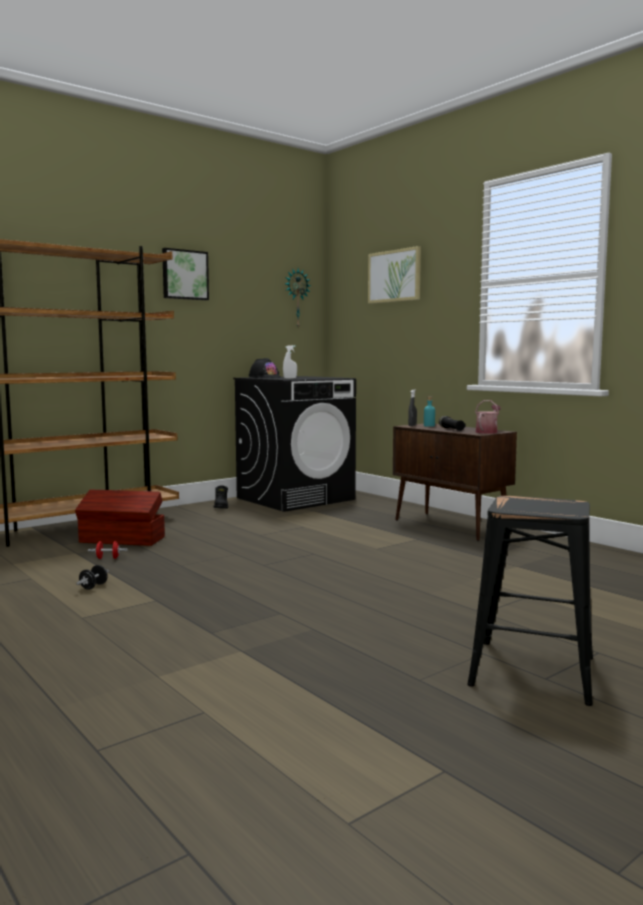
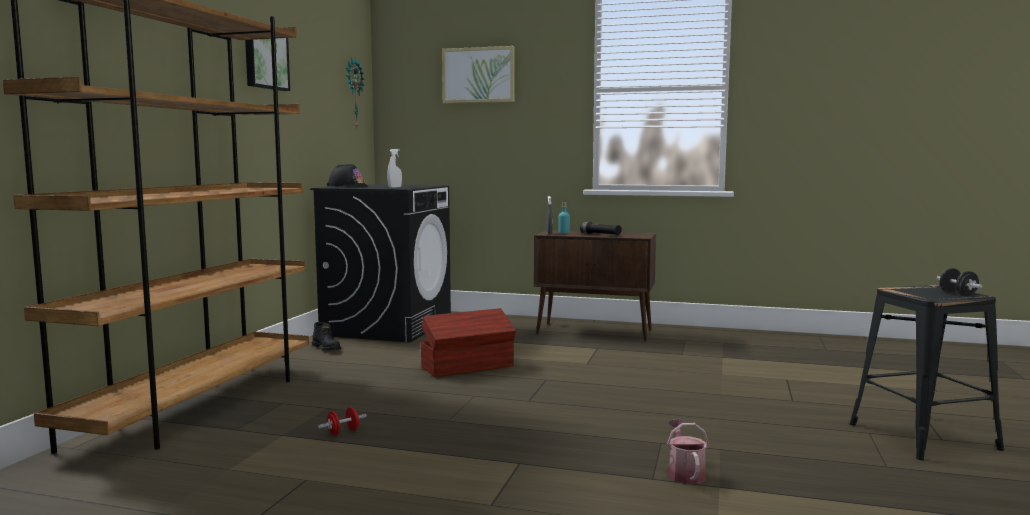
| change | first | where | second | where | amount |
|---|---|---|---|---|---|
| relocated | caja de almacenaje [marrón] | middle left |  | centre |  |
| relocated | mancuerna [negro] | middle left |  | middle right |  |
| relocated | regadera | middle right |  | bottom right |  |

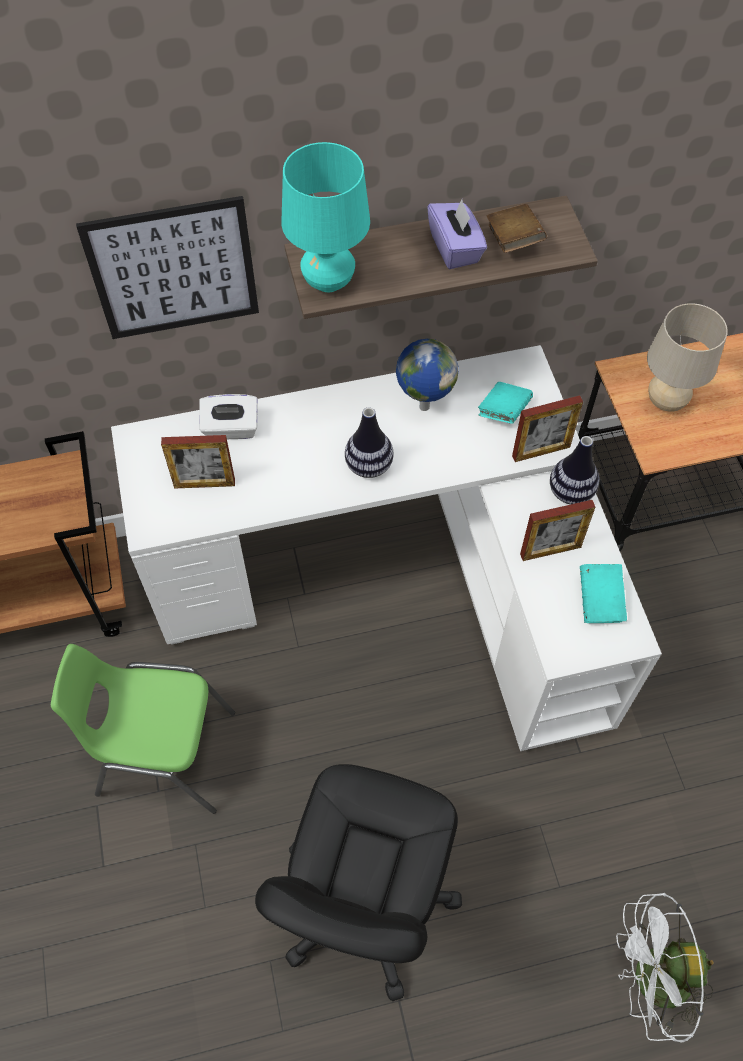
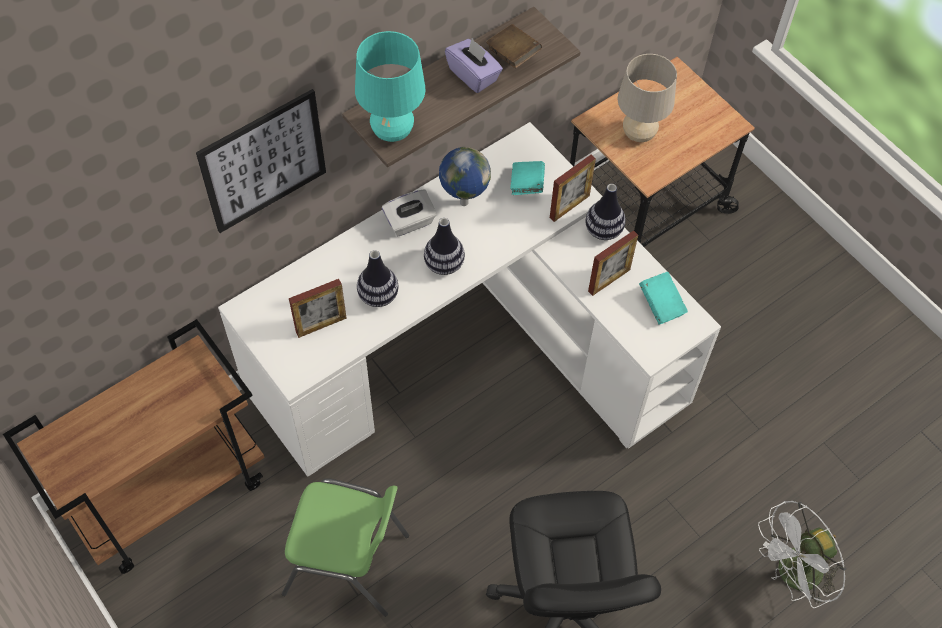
| change | first | where | second | where | amount |
|---|---|---|---|---|---|
| spun | silla [verde] | bottom left |  | bottom centre | 150 degrees counterclockwise |
| relocated | caja de pañuelos [blanco] | middle left |  | centre |  |
| appeared |  |  | florero (no. 1 from left) | centre |  |

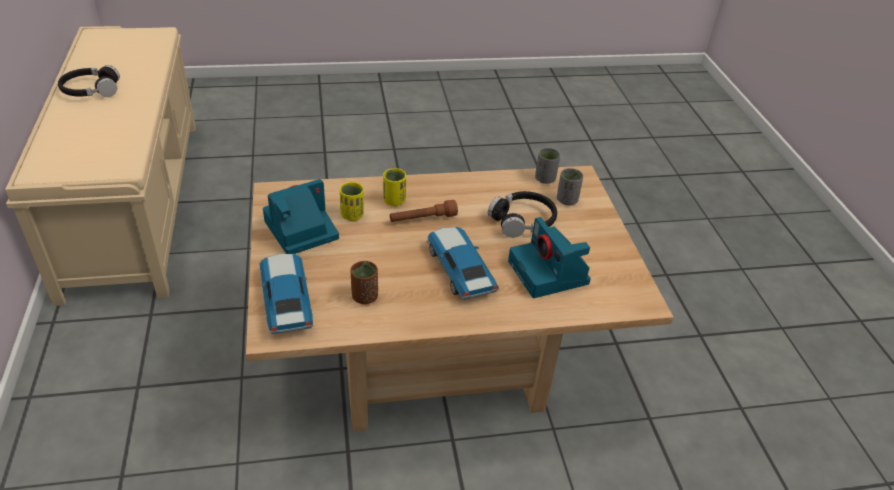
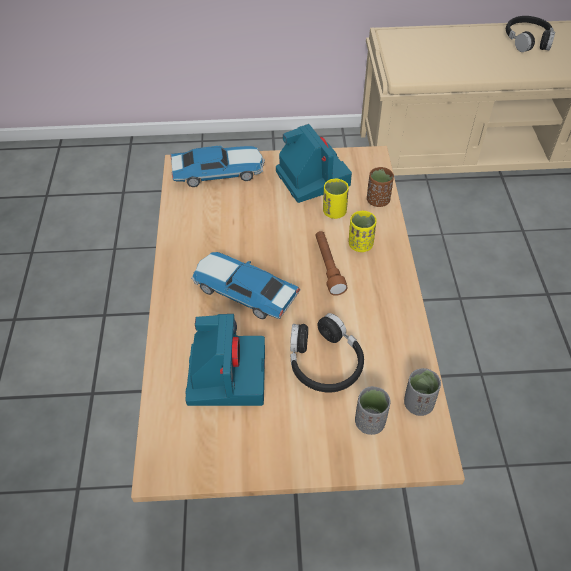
| change | first | where | second | where | amount |
|---|---|---|---|---|---|
| relocated | taza [marrón] | centre |  | top centre |  |
| spun | coche de juguete (no. 2 from left) | centre |  | centre | 135 degrees counterclockwise |
| spun | cámara (no. 2 from left in the first image) | centre | cámara (no. 1 from left) | centre | 105 degrees clockwise |

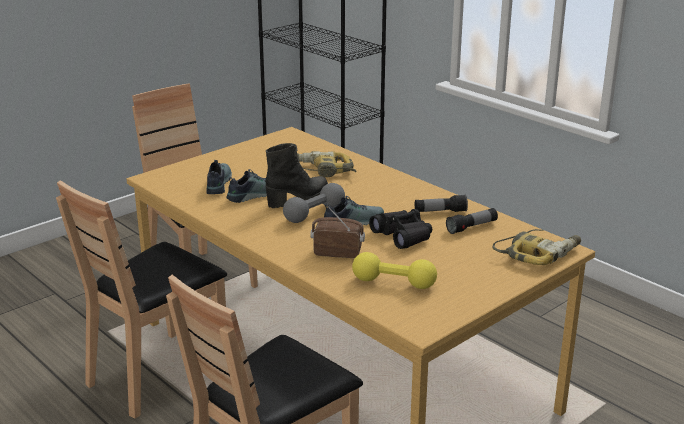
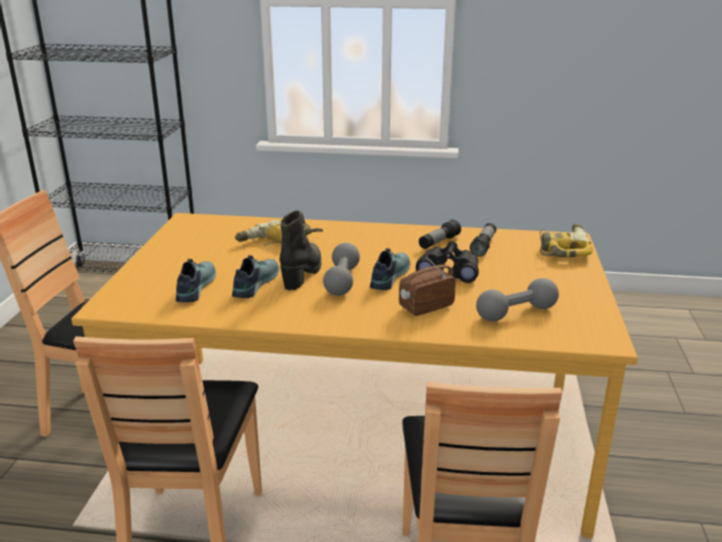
| change | first | where | second | where | amount |
|---|---|---|---|---|---|
| spun | zapato (no. 1 from left) | middle left |  | middle left | 45 degrees clockwise |
| colour | mancuerna [amarillo] | centre | mancuerna [gris] (no. 2 from left) | middle right |  |

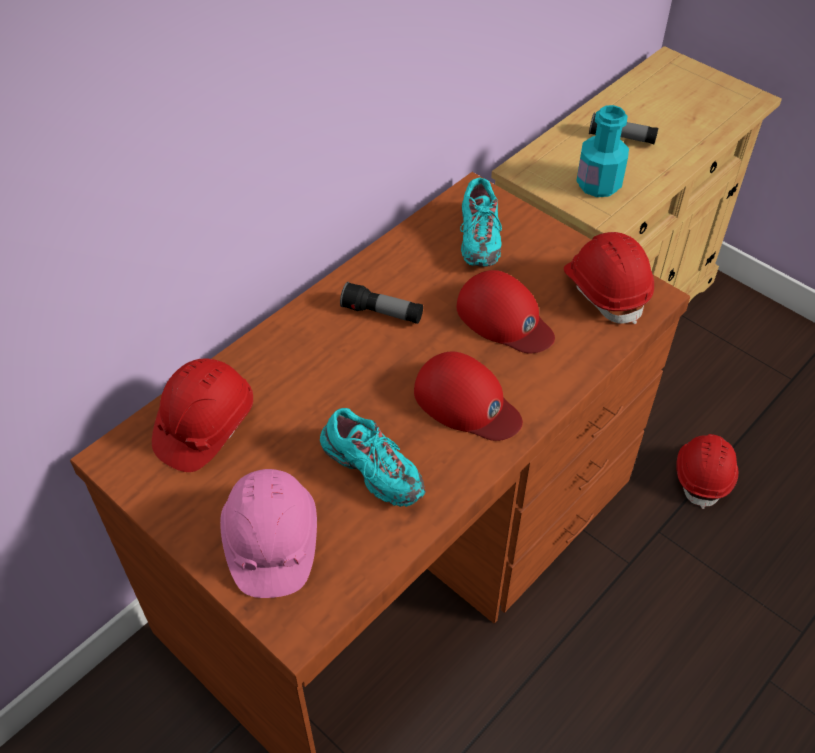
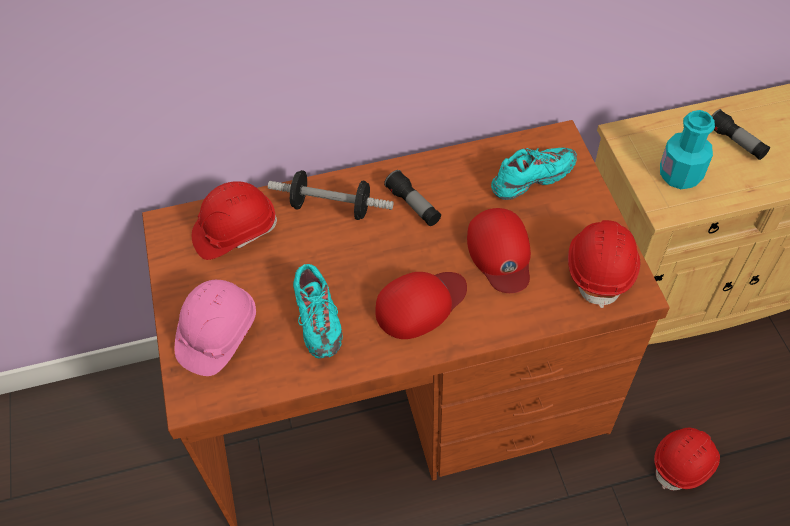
| change | first | where | second | where | amount |
|---|---|---|---|---|---|
| spun | gorra [rojo] (no. 1 from left) | centre |  | centre | 105 degrees counterclockwise |
| spun | zapato [turquesa] (no. 2 from left) | top centre |  | top right | 150 degrees counterclockwise |
| appeared |  |  | mancuerna | centre |  |

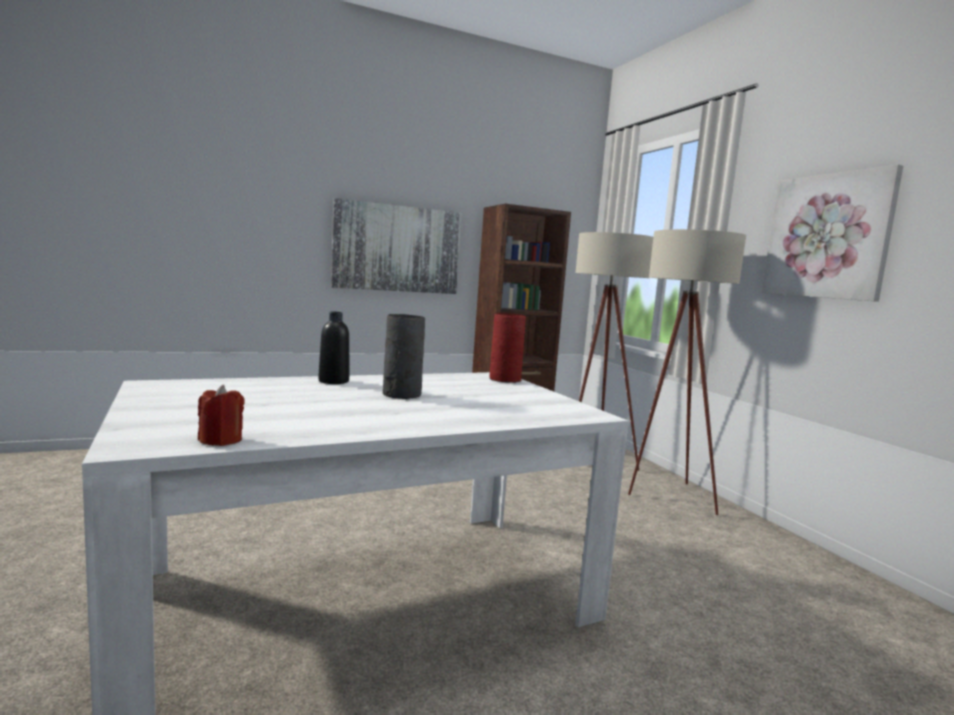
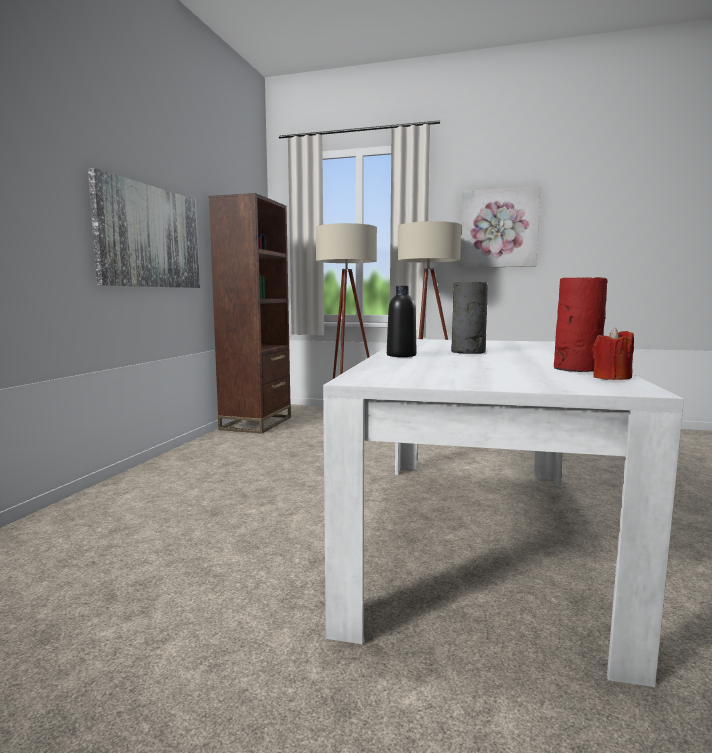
| change | first | where | second | where | amount |
|---|---|---|---|---|---|
| relocated | florero [rojo] | centre |  | middle right |  |

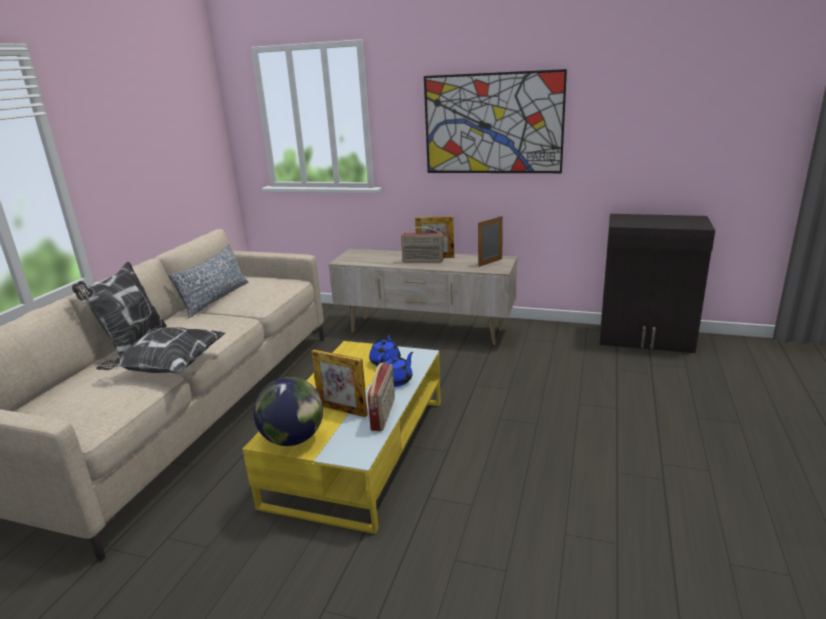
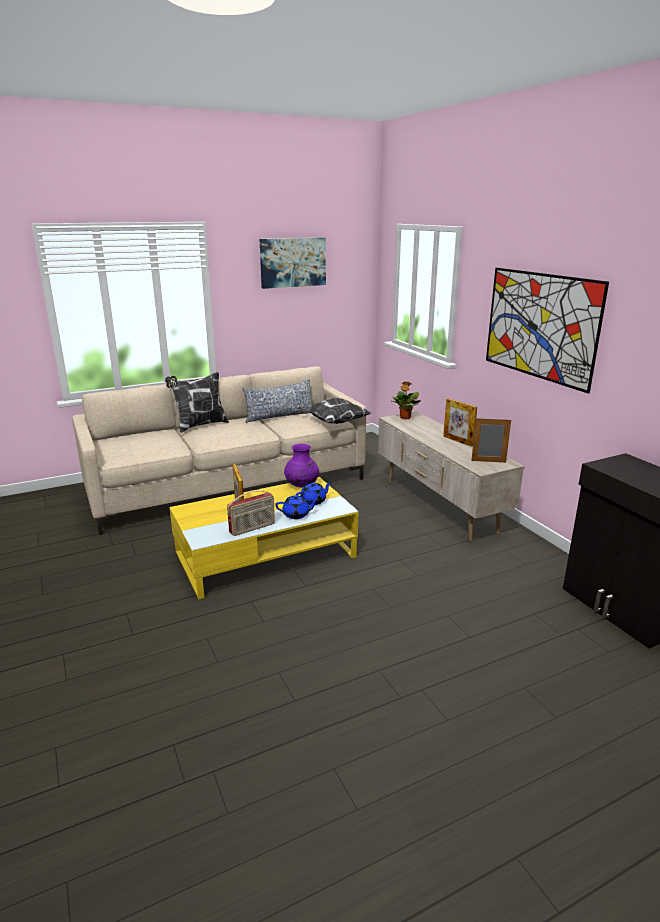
| change | first | where | second | where | amount |
|---|---|---|---|---|---|
| relocated | cojín (no. 2 from left in the first image) | middle left | cojín (no. 3 from left) | centre |  |
| missing | globo terráqueo | centre |  |  |  |
| missing | radio (no. 2 from left) | centre |  |  |  |
| appeared |  |  | cuadro (no. 1 from left) | top centre |  |
| appeared |  |  | florero [morado] | centre |  |
| appeared |  |  | planta en maceta | centre |  |

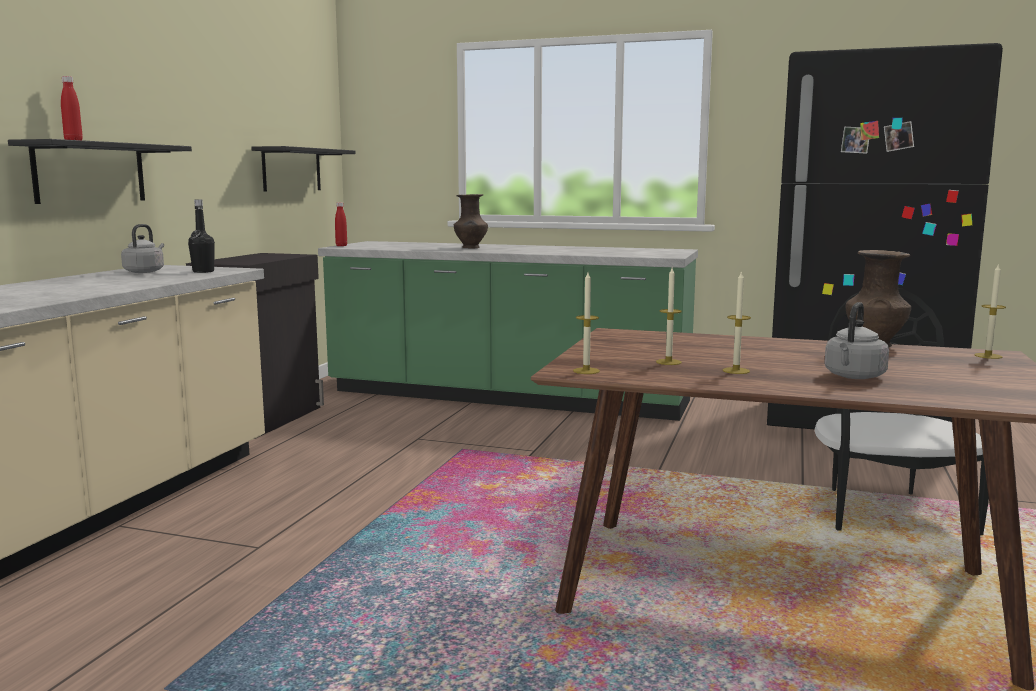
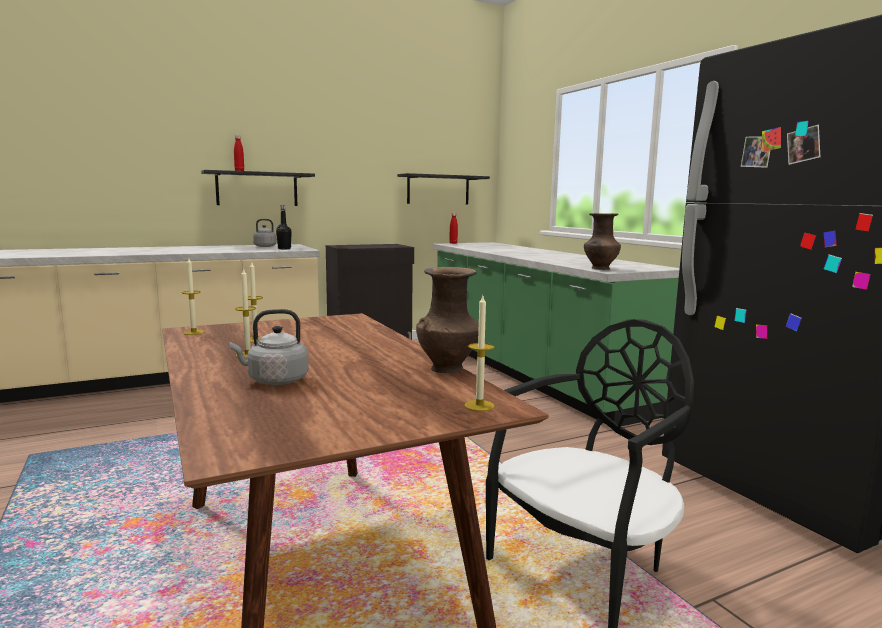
| change | first | where | second | where | amount |
|---|---|---|---|---|---|
| relocated | florero [marrón] (no. 1 from left in the first image) | top centre | florero [marrón] (no. 2 from left) | middle right |  |

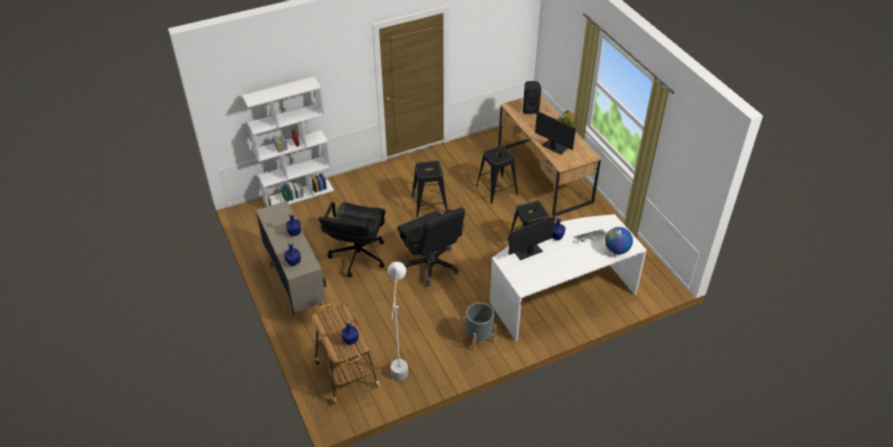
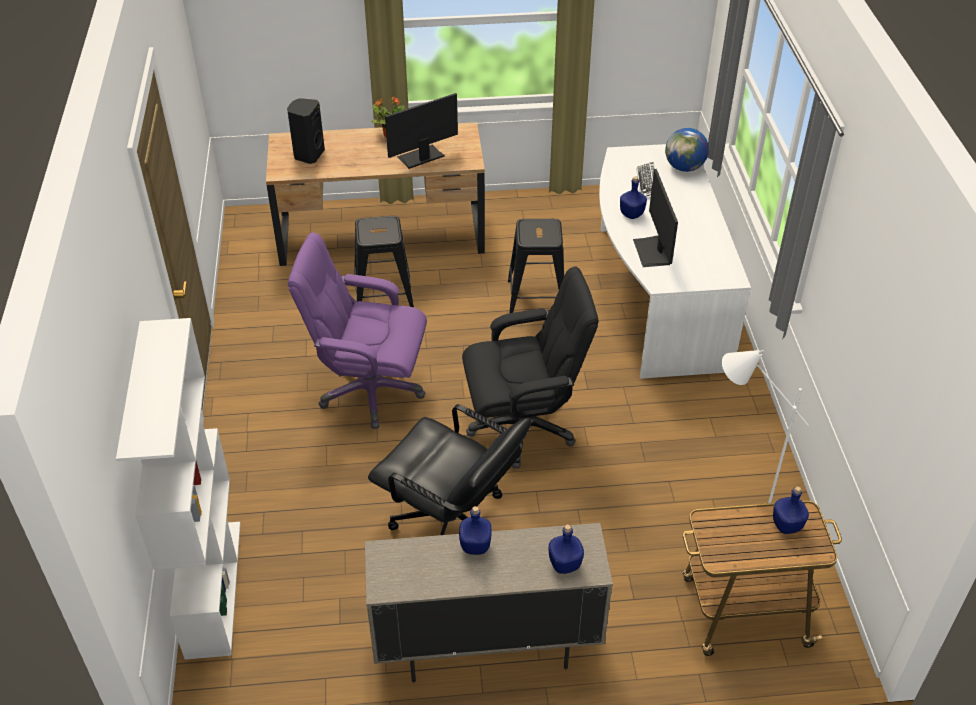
| change | first | where | second | where | amount |
|---|---|---|---|---|---|
| exchanged | taburete [negro] (no. 1 from left) | centre | silla de oficina [morado] | centre |  |
| missing | maceta [gris] | bottom centre |  |  |  |

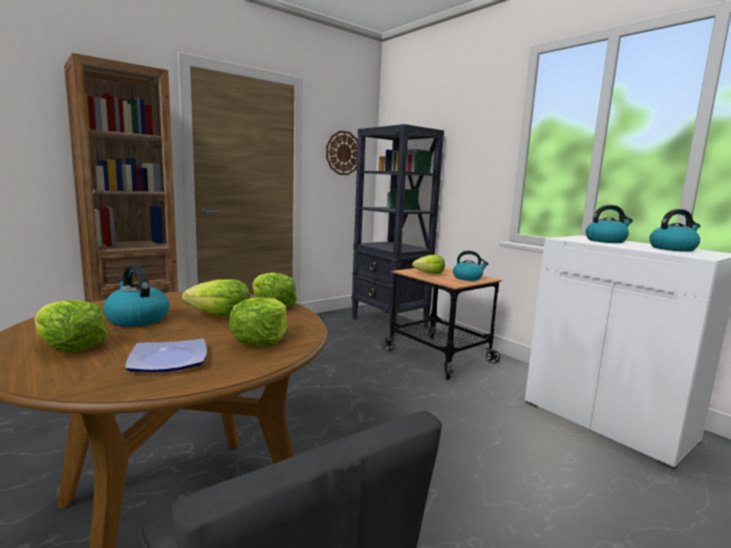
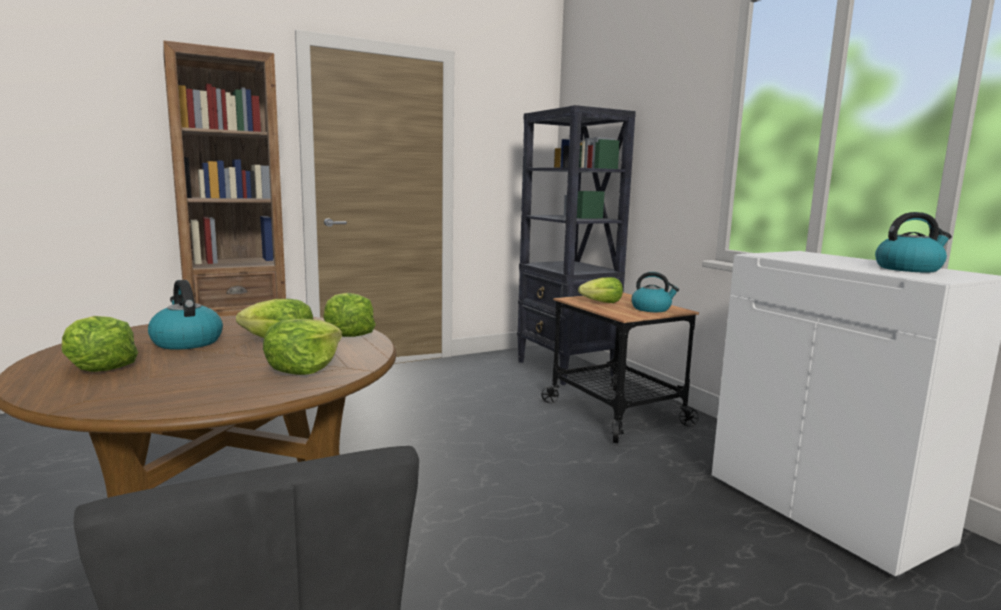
| change | first | where | second | where | amount |
|---|---|---|---|---|---|
| missing | plato | middle left |  |  |  |
| missing | reloj de pared | top centre |  |  |  |
| missing | hervidor (no. 3 from left) | middle right |  |  |  |

